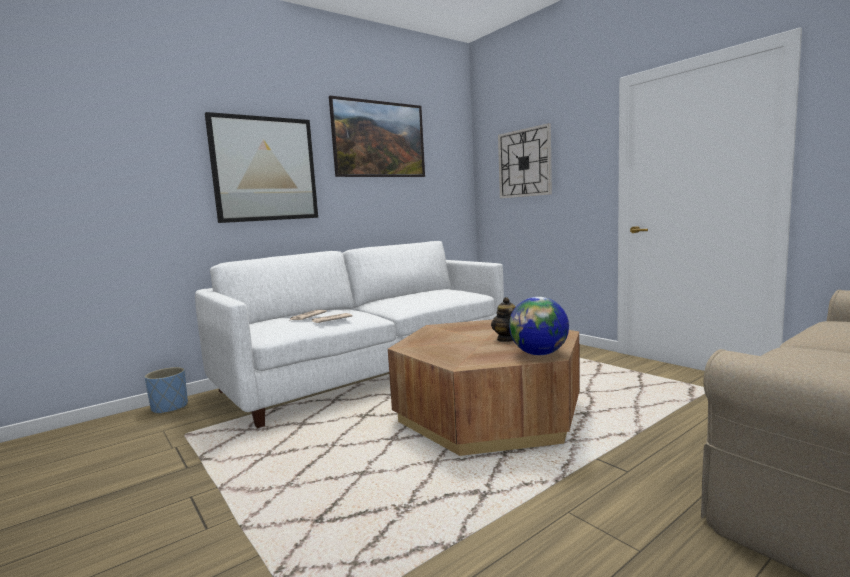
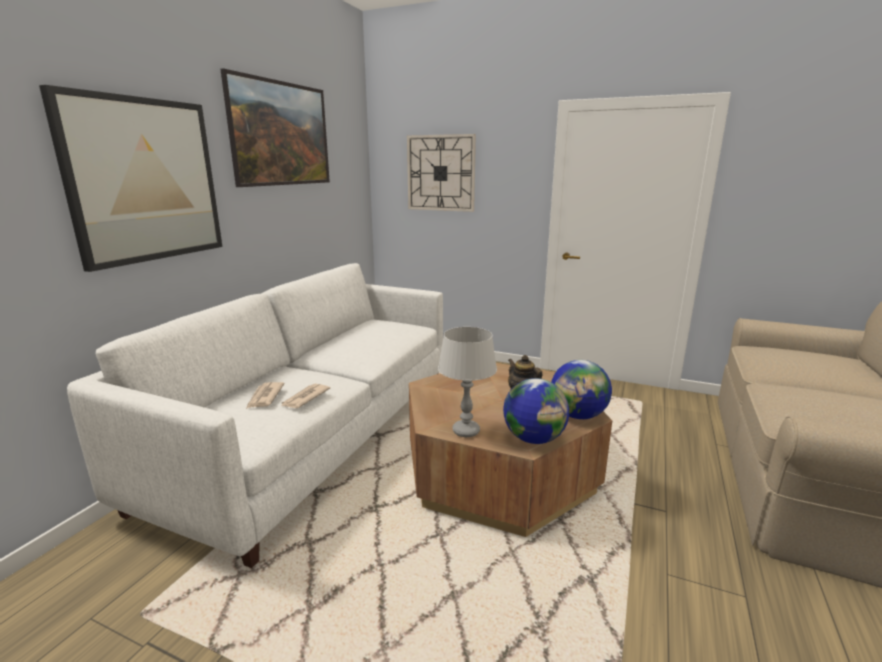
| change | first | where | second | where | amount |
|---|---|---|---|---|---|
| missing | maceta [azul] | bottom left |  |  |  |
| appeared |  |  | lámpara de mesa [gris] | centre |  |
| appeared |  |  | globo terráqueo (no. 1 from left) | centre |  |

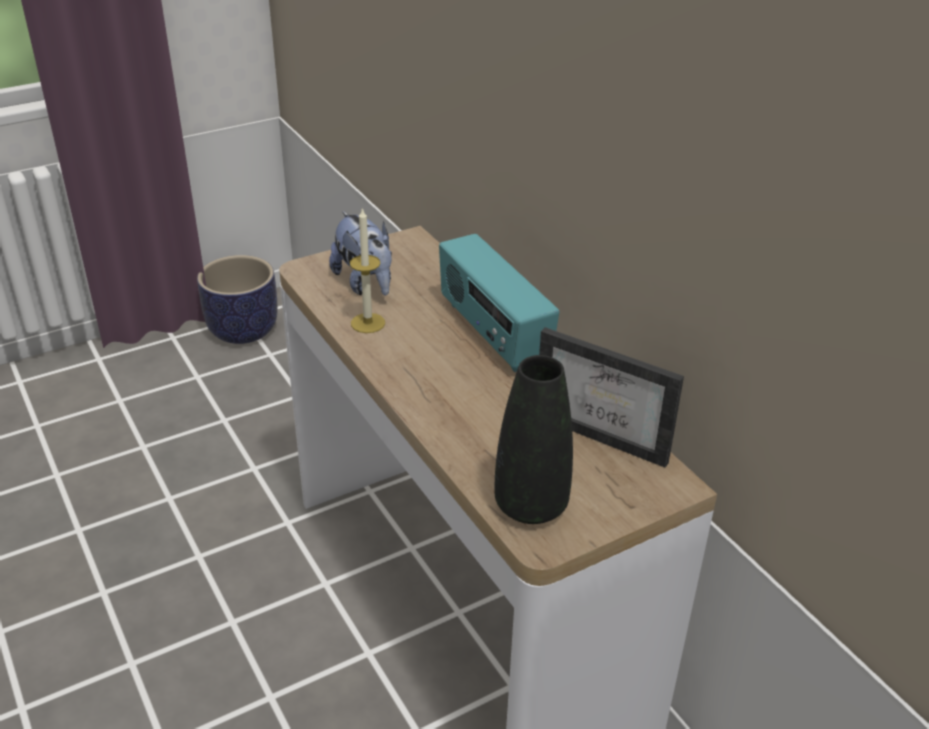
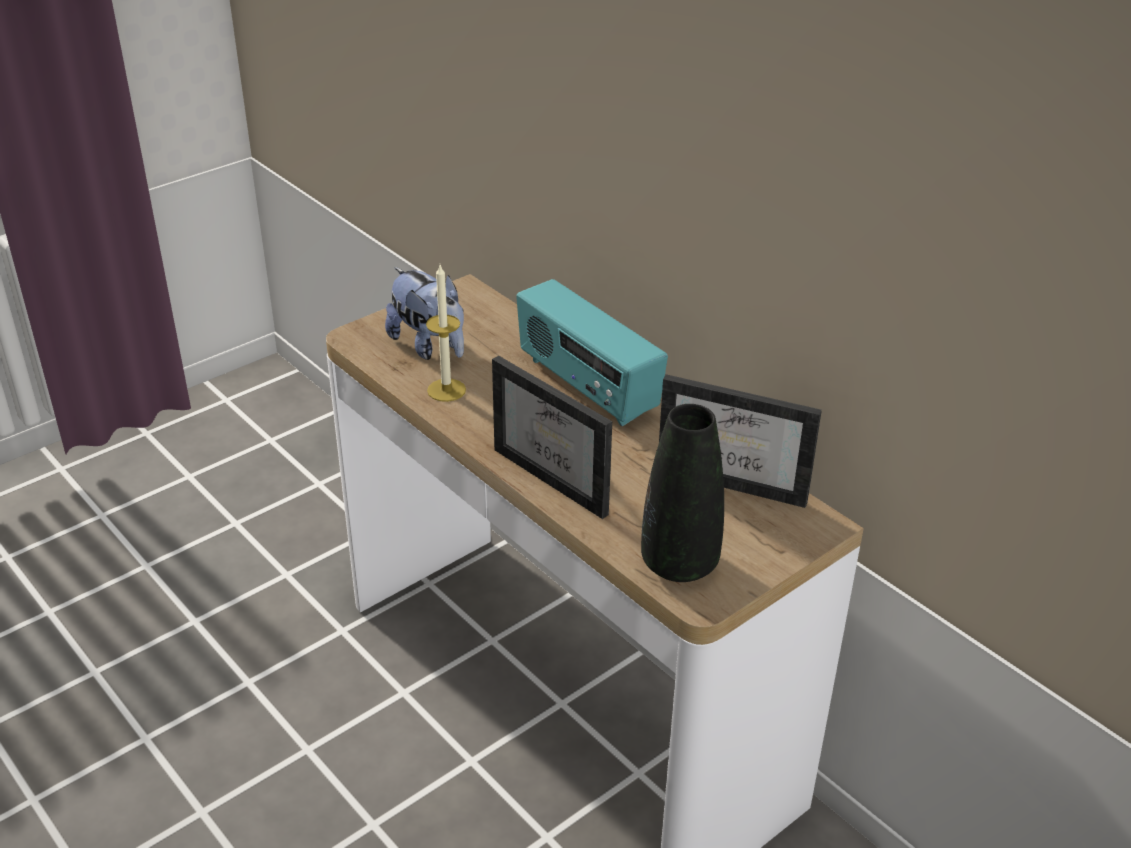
| change | first | where | second | where | amount |
|---|---|---|---|---|---|
| missing | maceta | middle left |  |  |  |
| appeared |  |  | portarretratos (no. 1 from left) | centre |  |

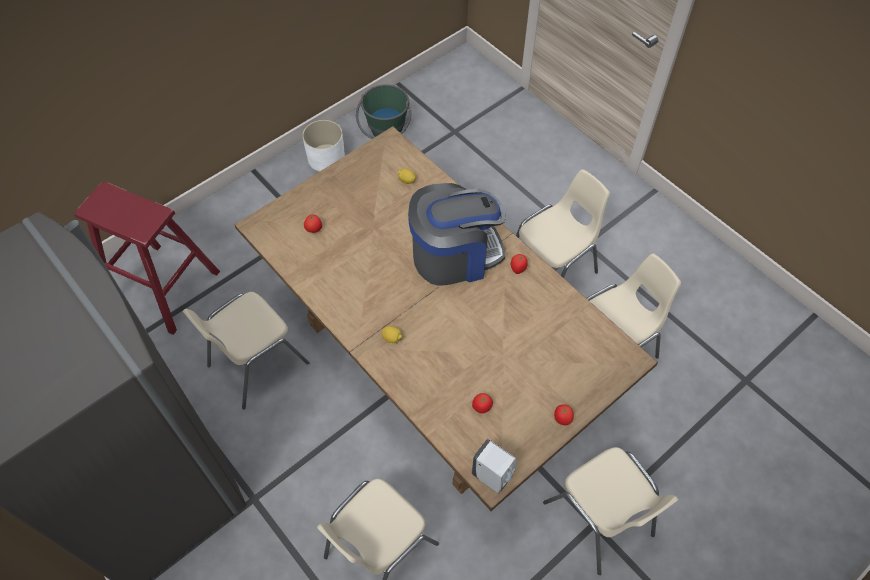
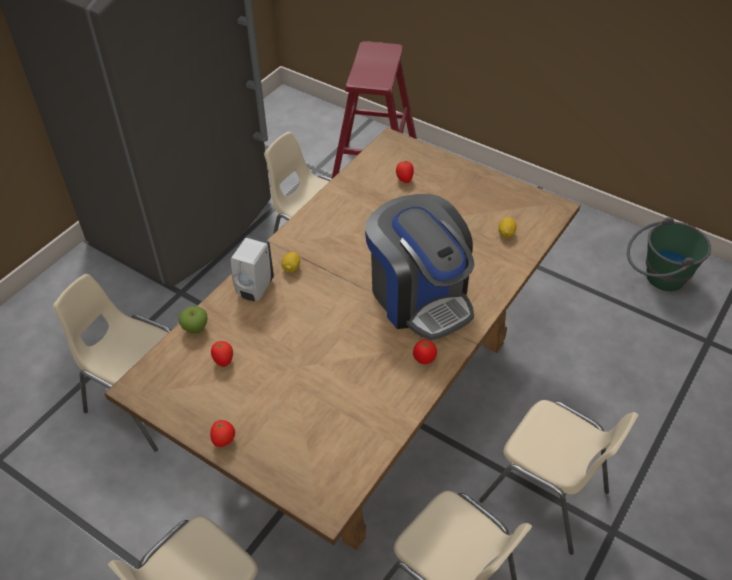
| change | first | where | second | where | amount |
|---|---|---|---|---|---|
| missing | maceta [blanco] | top centre |  |  |  |
| relocated | dispensador de jabón [blanco] | bottom centre |  | centre |  |
| appeared |  |  | manzana | middle left |  |

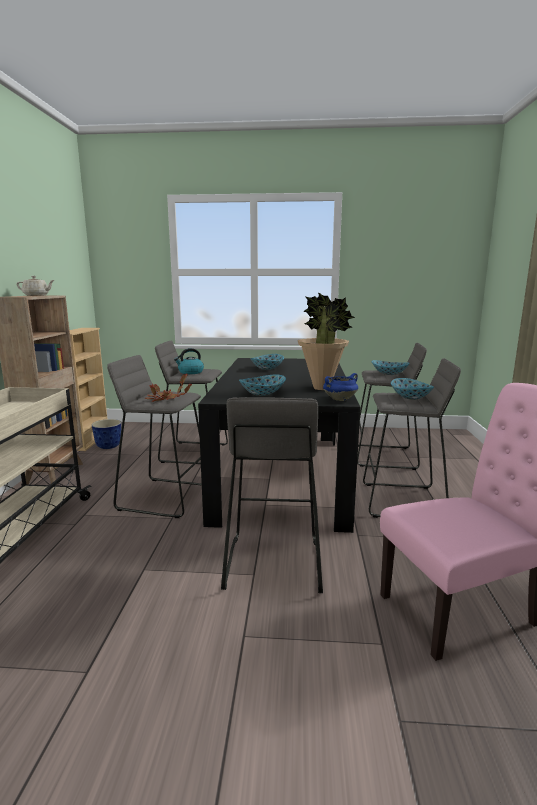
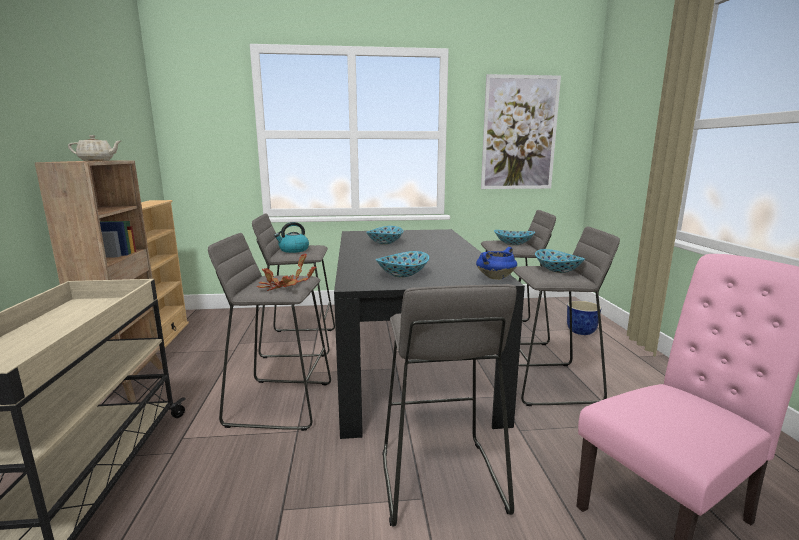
| change | first | where | second | where | amount |
|---|---|---|---|---|---|
| relocated | maceta | middle left |  | middle right |  |
| missing | planta en maceta (no. 2 from left) | centre |  |  |  |
| appeared |  |  | cuadro | top centre |  |

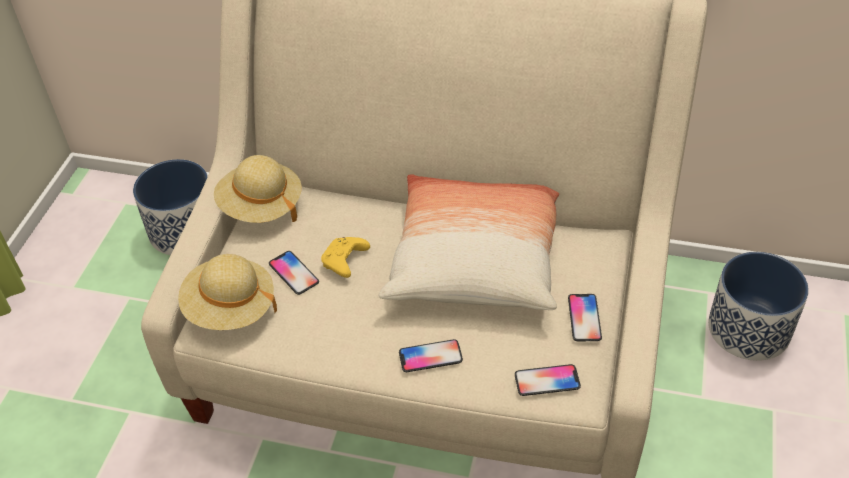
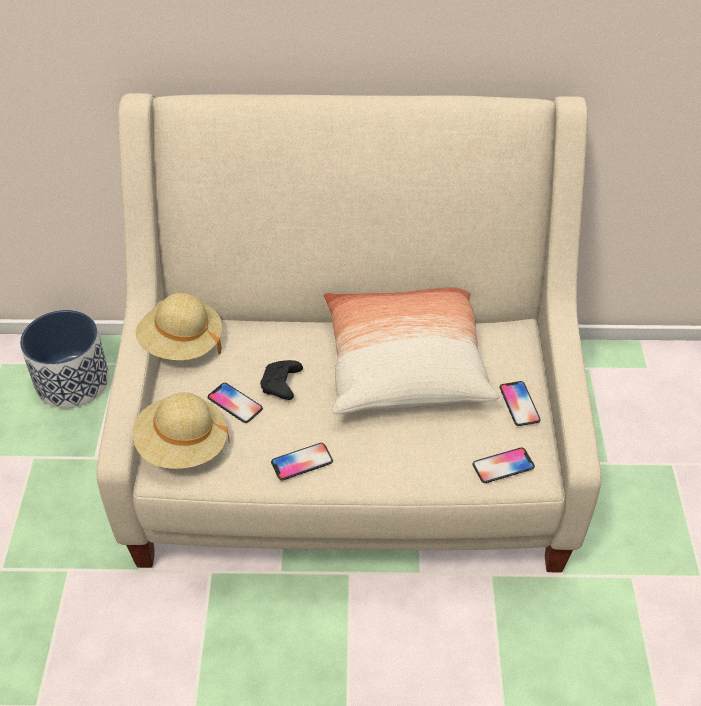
| change | first | where | second | where | amount |
|---|---|---|---|---|---|
| colour | mando de consola [amarillo] | centre | mando de consola [negro] | centre |  |
| relocated | móvil (no. 2 from left) | bottom centre |  | centre |  |
| missing | maceta (no. 2 from left) | middle right |  |  |  |

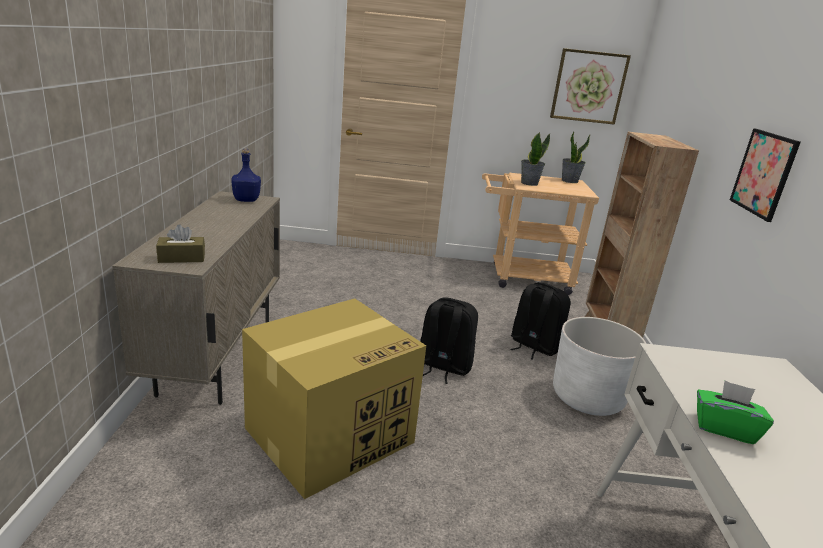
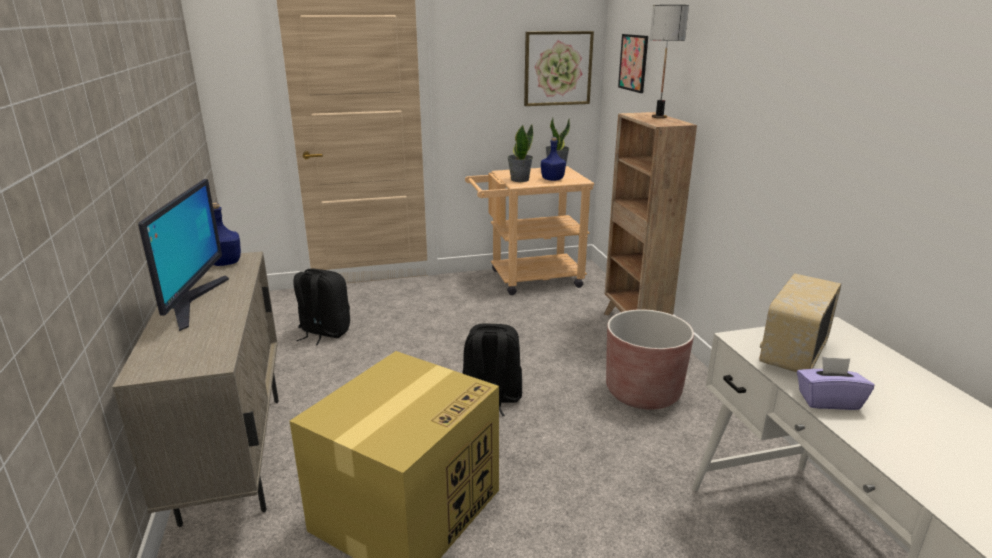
| change | first | where | second | where | amount |
|---|---|---|---|---|---|
| missing | caja de pañuelos [marrón] | middle left |  |  |  |
| relocated | mochila [negro] (no. 2 from left in the first image) | centre | mochila [negro] (no. 1 from left) | middle left |  |
| colour | maceta [blanco] | bottom right | maceta [marrón] | centre |  |
| colour | caja de pañuelos [verde] | bottom right | caja de pañuelos [morado] | bottom right |  |
| relocated | cuadro (no. 2 from left) | top right |  | top centre |  |
| appeared |  |  | monitor | middle left |  |
| appeared |  |  | botella [azul] (no. 2 from left) | top centre |  |
| appeared |  |  | lámpara de mesa | top right |  |
| appeared |  |  | radio | middle right |  |

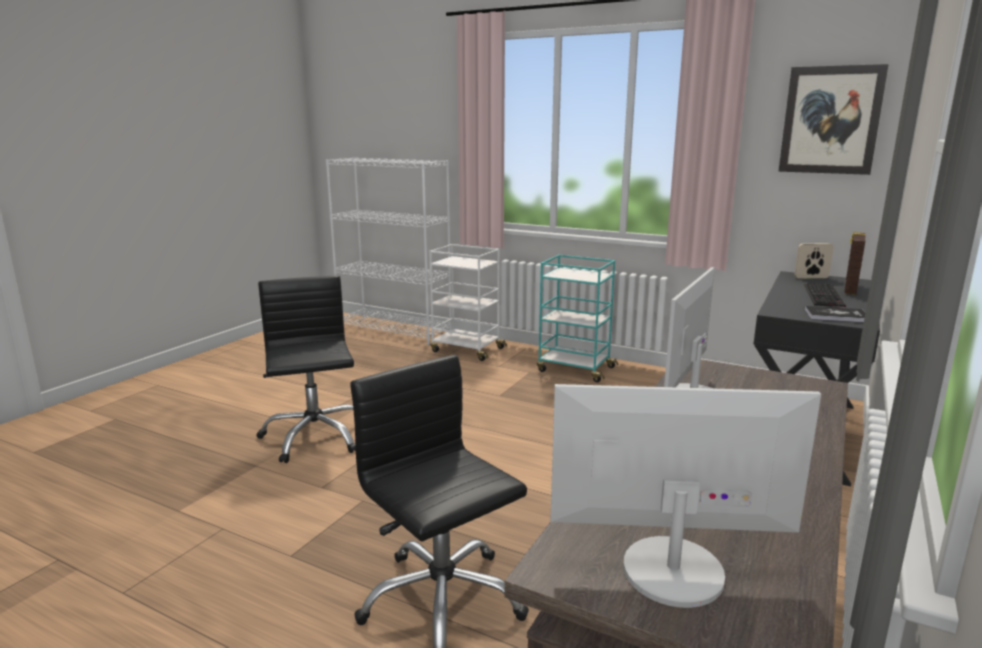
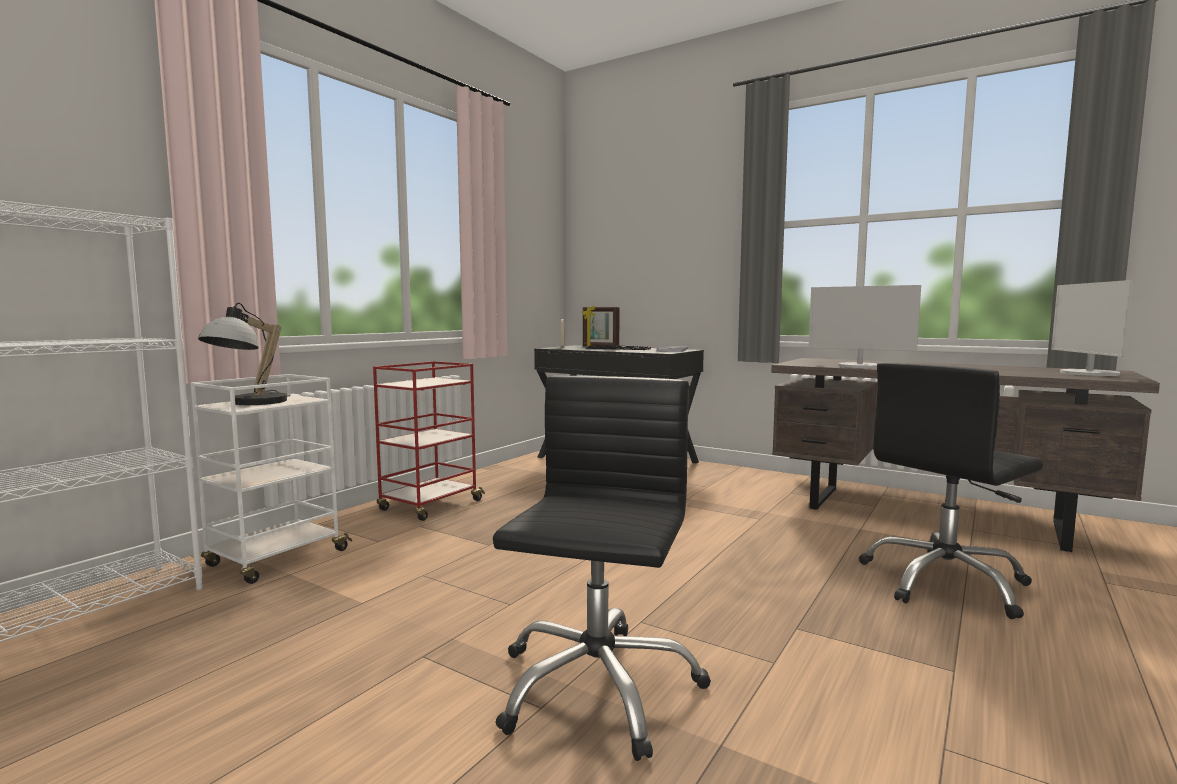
| change | first | where | second | where | amount |
|---|---|---|---|---|---|
| spun | silla de oficina [negro] (no. 1 from left) | middle left |  | bottom centre | 120 degrees clockwise |
| colour | carrito [turquesa] | centre | carrito [rojo] | centre |  |
| missing | cuadro | top right |  |  |  |
| appeared |  |  | lámpara de mesa | middle left |  |

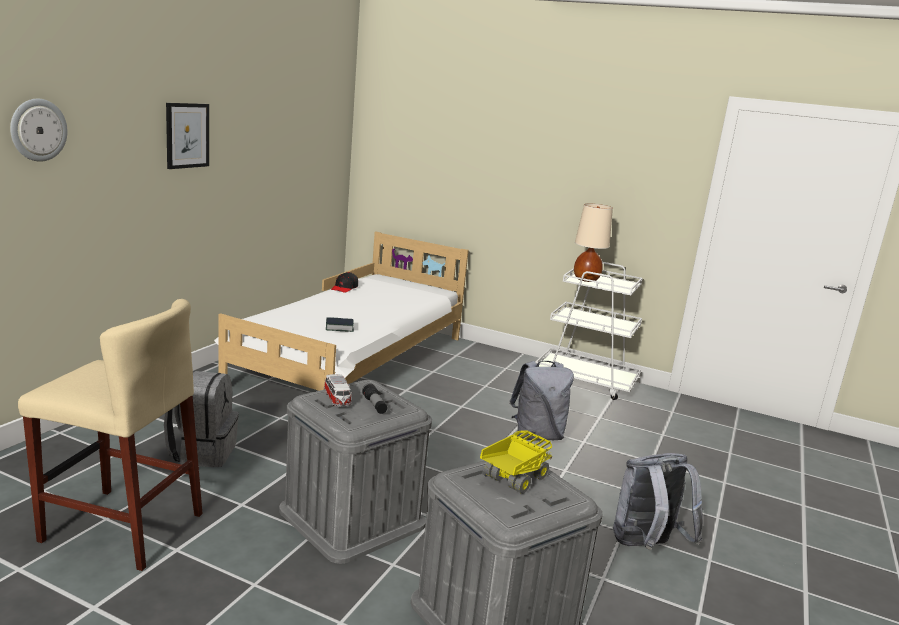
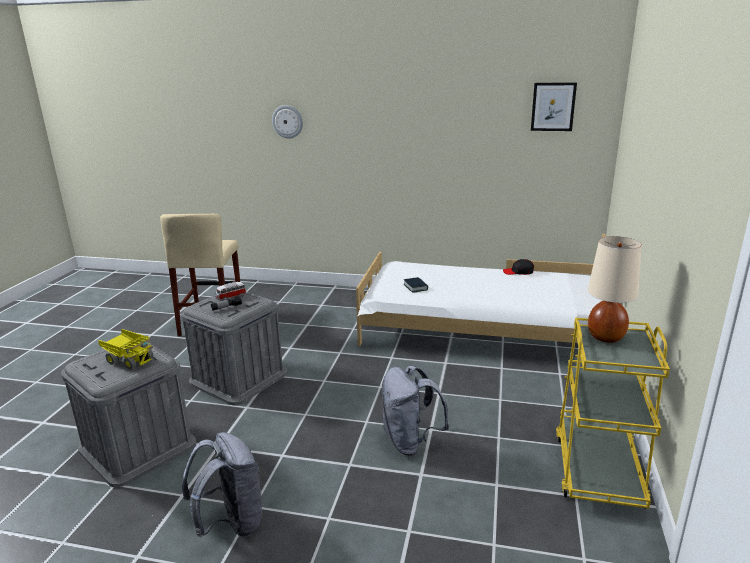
| change | first | where | second | where | amount |
|---|---|---|---|---|---|
| missing | mochila [gris] (no. 1 from left) | bottom left |  |  |  |
| relocated | cuadro | top left |  | top right |  |
| colour | carrito [blanco] | centre | carrito [amarillo] | bottom right |  |

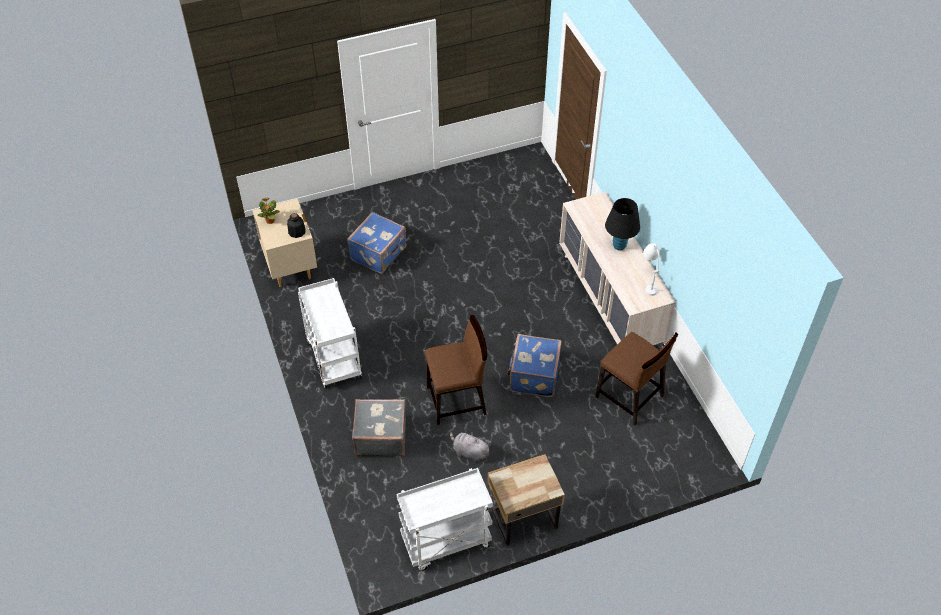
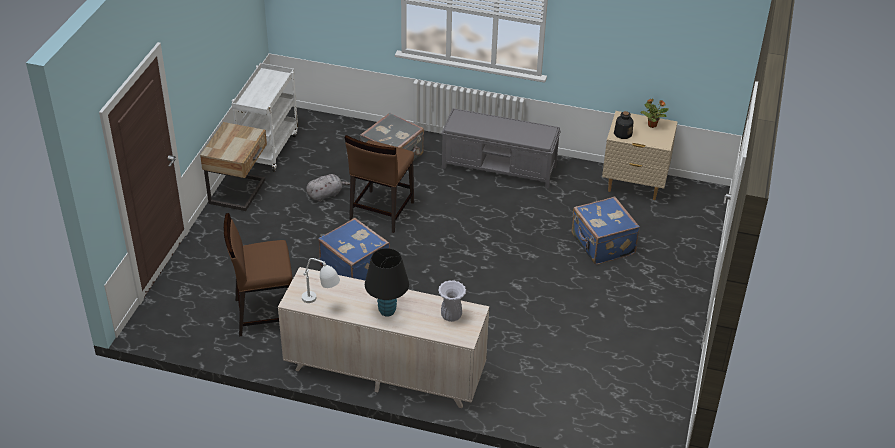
| change | first | where | second | where | amount |
|---|---|---|---|---|---|
| exchanged | carrito [blanco] (no. 1 from left) | centre | banco [gris] | top centre |  |
| appeared |  |  | florero [blanco] | bottom centre |  |

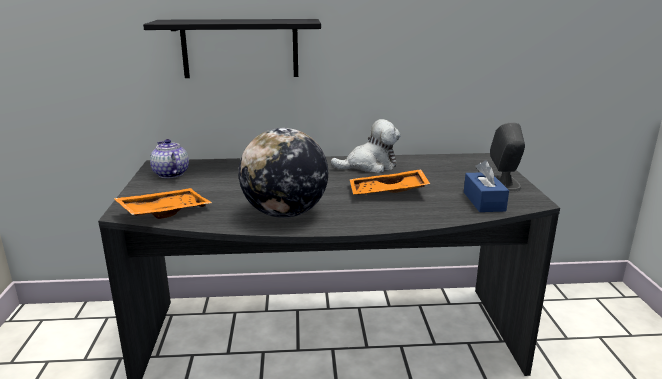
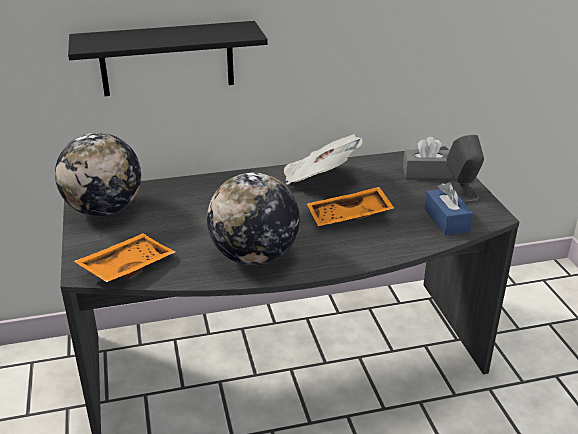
| change | first | where | second | where | amount |
|---|---|---|---|---|---|
| exchanged | tetera | middle left | globo terráqueo (no. 1 from left) | middle left |  |
| exchanged | peluche | centre | periódico | centre |  |
| appeared |  |  | caja de pañuelos [gris] | middle right |  |

